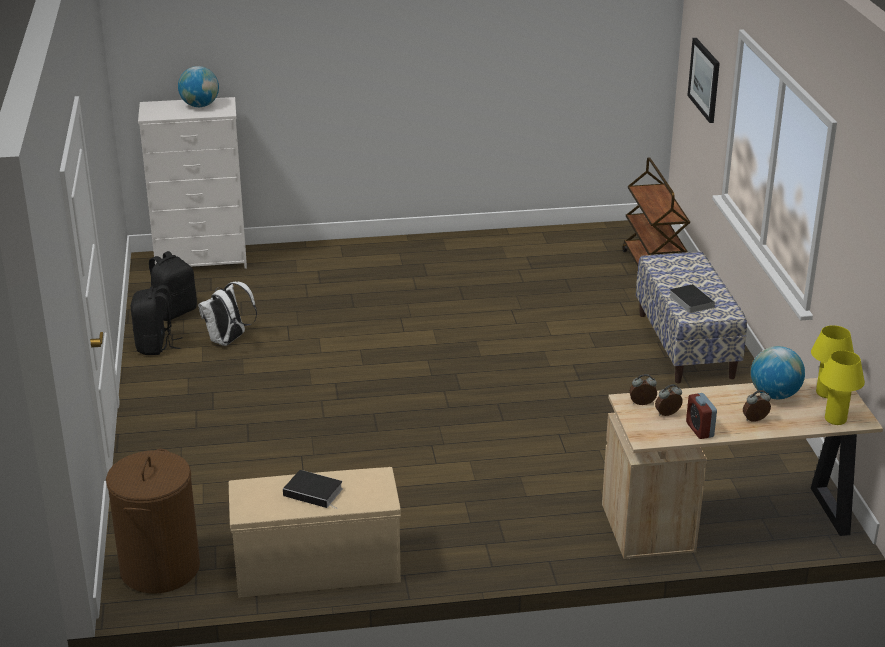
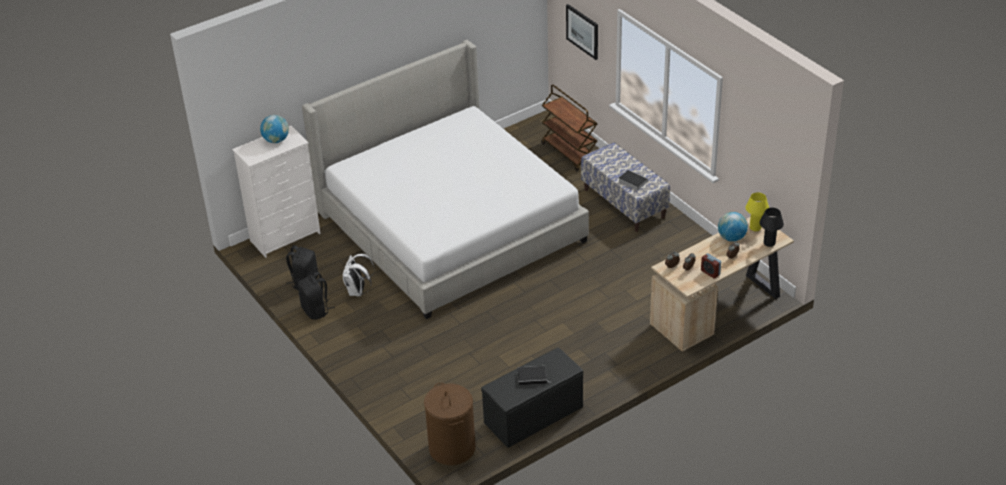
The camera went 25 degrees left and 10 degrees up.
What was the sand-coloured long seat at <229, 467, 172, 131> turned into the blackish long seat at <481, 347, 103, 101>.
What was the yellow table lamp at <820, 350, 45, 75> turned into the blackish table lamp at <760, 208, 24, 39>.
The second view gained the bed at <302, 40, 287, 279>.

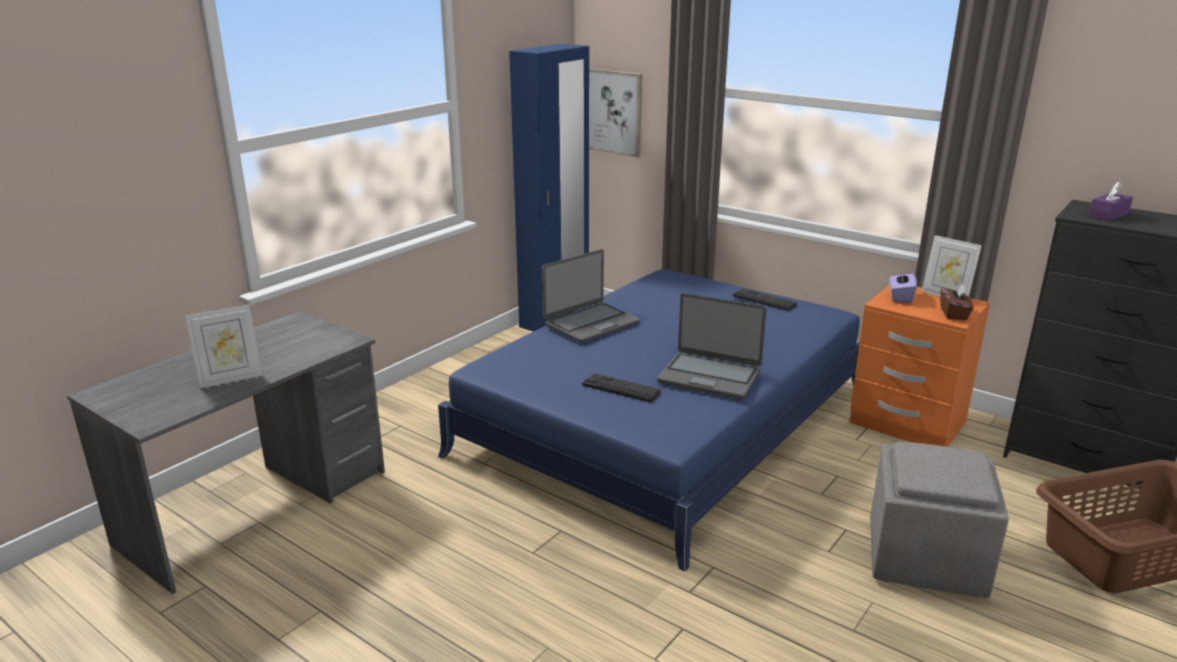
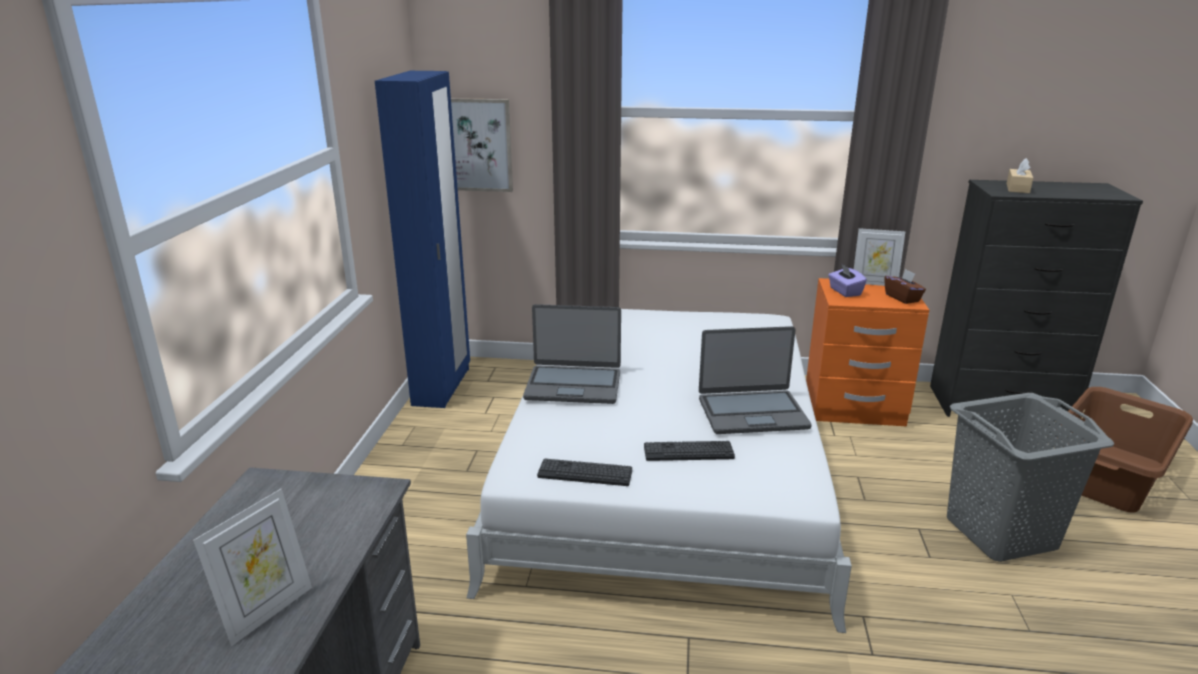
The camera went 30 degrees left and 0 degrees up.
What was the blue bed at <438, 269, 422, 303> turned into the white bed at <466, 309, 386, 324>.
The laptop at <542, 249, 98, 94> ended up facing another way, 75 degrees clockwise from before.
The computer keyboard ended up elsewhere, having gone from <733, 288, 64, 23> to <537, 459, 95, 27>.
Where the gray pouffe stood at <870, 442, 139, 156>, the gray washing basket came to stand at <947, 393, 167, 169>.
What was the purplish box of tissues at <1088, 181, 45, 40> turned into the sand-coloured box of tissues at <1006, 158, 27, 35>.

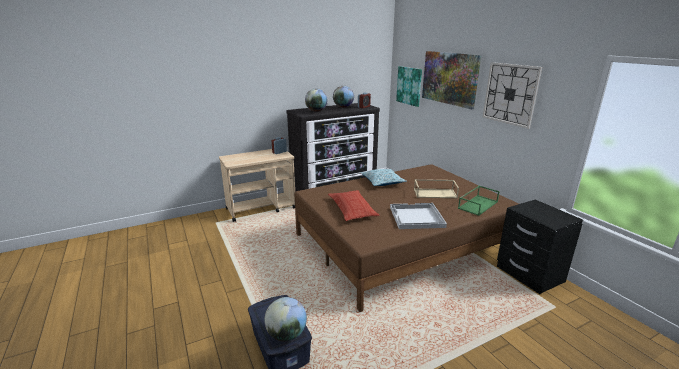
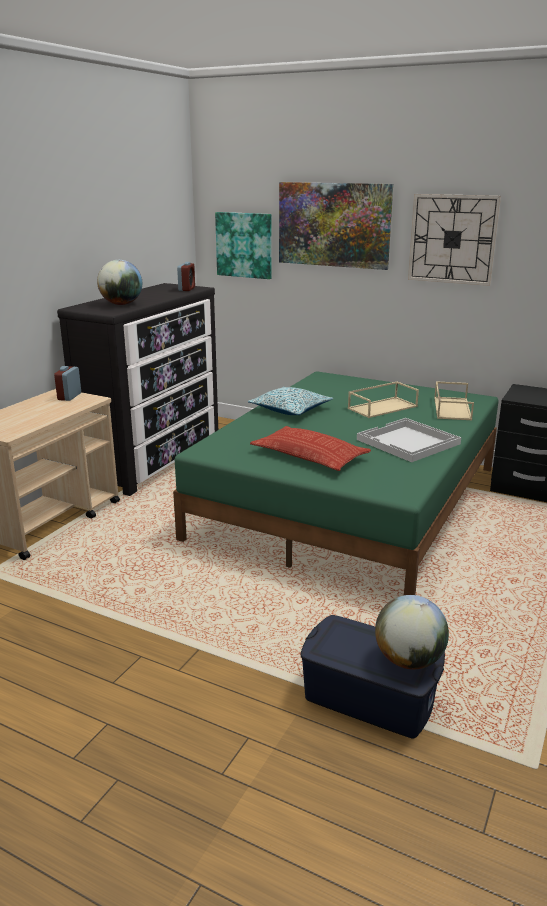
The camera went 35 degrees left and 0 degrees up.
What was the brown bed at <294, 164, 225, 148> turned into the green-coloured bed at <173, 371, 325, 224>.
The second view lost the world globe at <333, 86, 21, 22>.
What was the green-coloured tray at <458, 186, 42, 30> turned into the sand-coloured tray at <434, 381, 40, 40>.

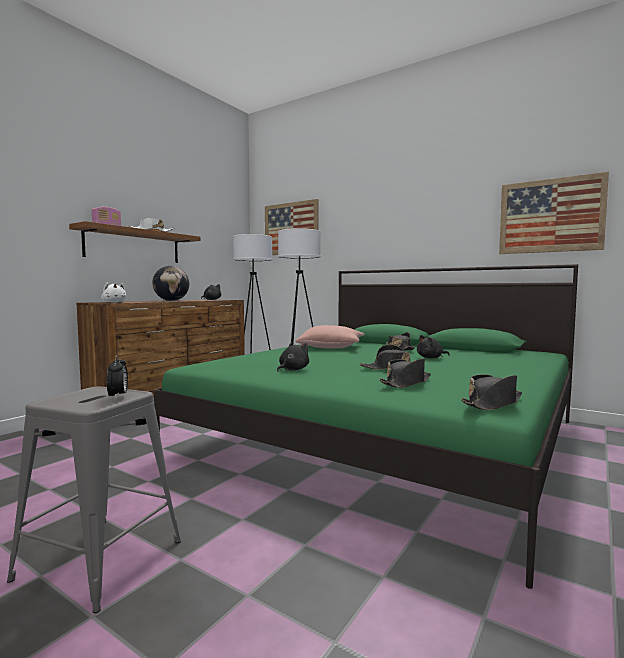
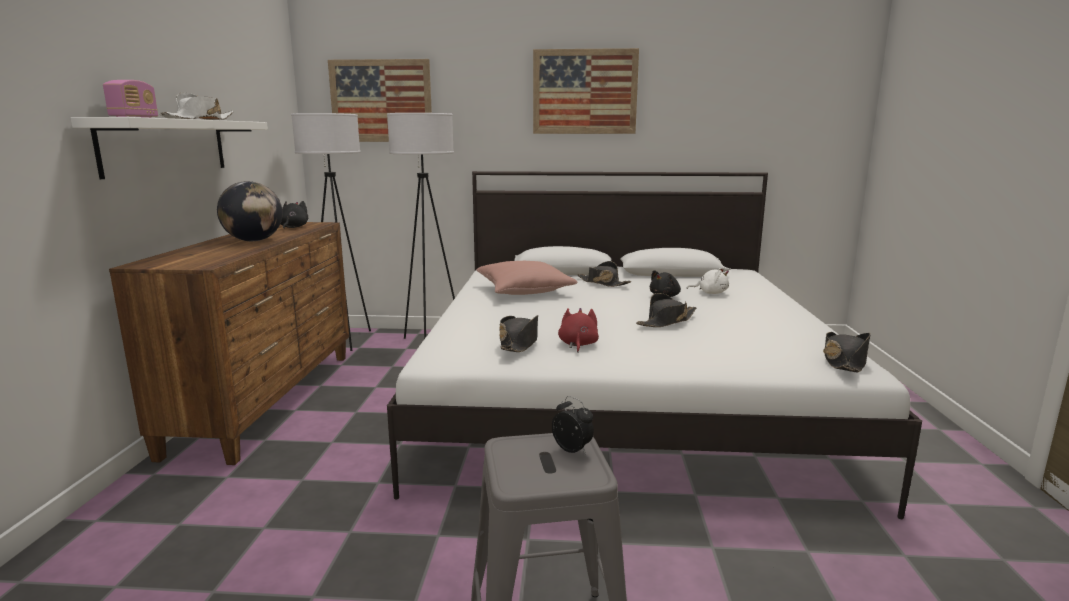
The camera went 30 degrees left and 10 degrees up.
What was the brown wall shelf at <69, 221, 132, 42> turned into the white wall shelf at <71, 117, 197, 62>.
The white plush toy ended up elsewhere, having gone from <101, 282, 25, 21> to <687, 267, 42, 27>.
What was the green-coloured bed at <154, 264, 424, 325> turned into the white bed at <387, 171, 535, 348>.
What was the blackish plush toy at <277, 342, 32, 29> turned into the reddish plush toy at <558, 308, 41, 45>.
The blackish clothing hat ended up elsewhere, having gone from <379, 359, 52, 29> to <499, 315, 39, 37>.
The wall art ended up elsewhere, having gone from <499, 172, 110, 82> to <533, 48, 106, 86>.

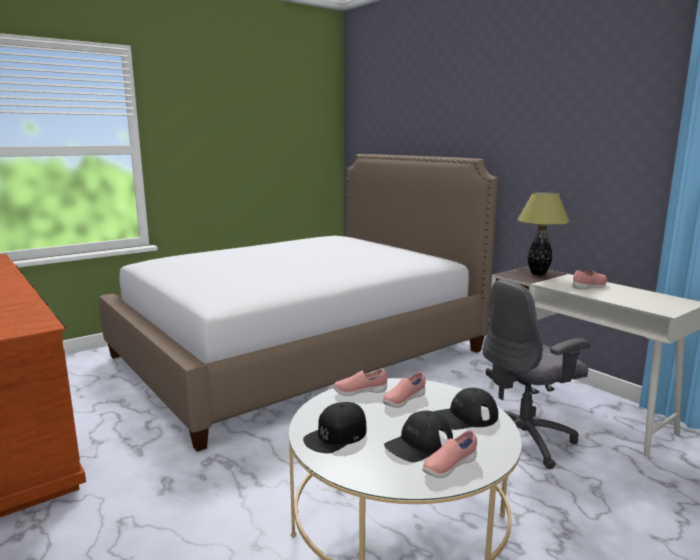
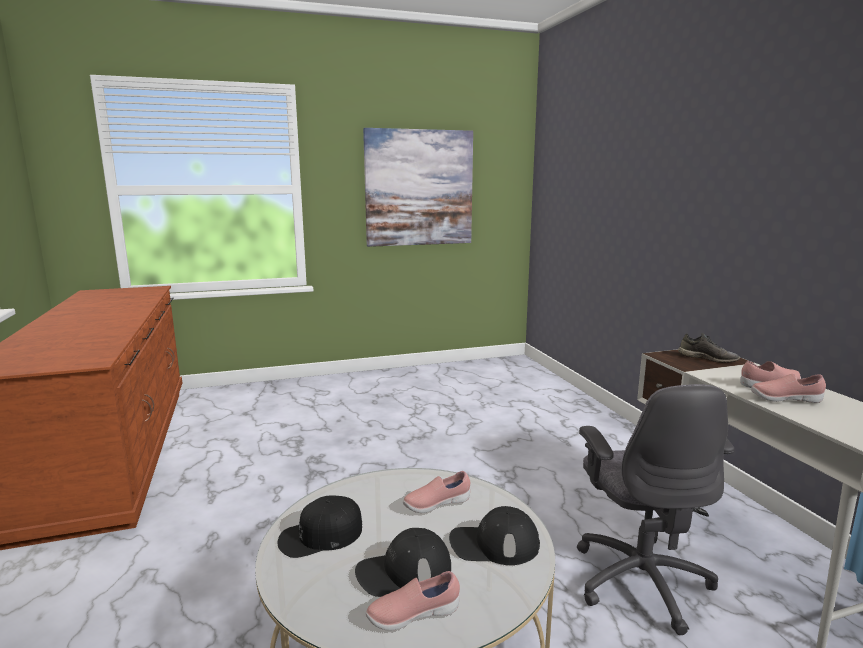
The camera went 20 degrees right and 0 degrees up.
The second view lost the bed at <99, 154, 399, 298>.
The pinkish shoe ended up elsewhere, having gone from <333, 369, 54, 27> to <751, 374, 75, 29>.
The gray computer chair at <482, 279, 109, 190> ended up facing another way, 90 degrees counterclockwise from before.
Where the table lamp stood at <517, 192, 53, 83>, the gray shoe came to stand at <678, 333, 62, 30>.
The second view gained the wall art at <363, 128, 110, 119>.

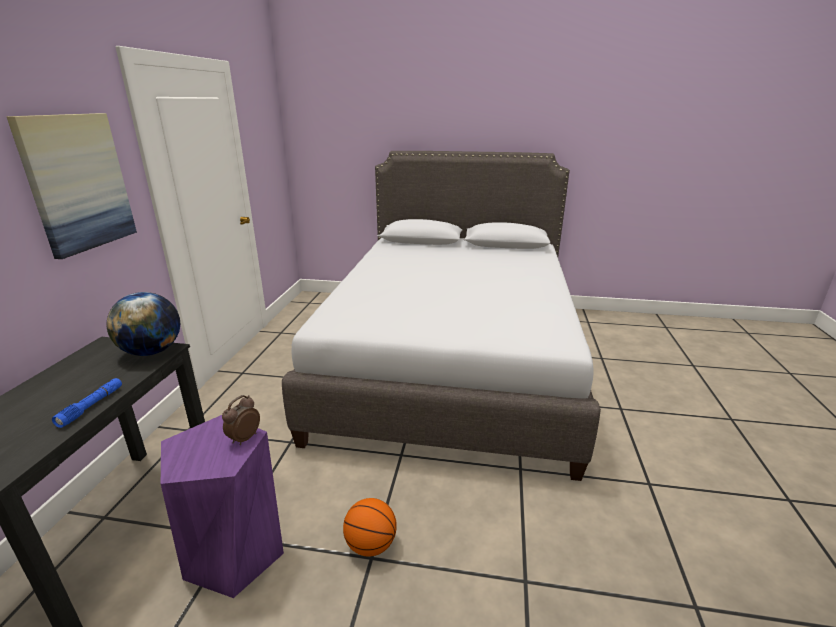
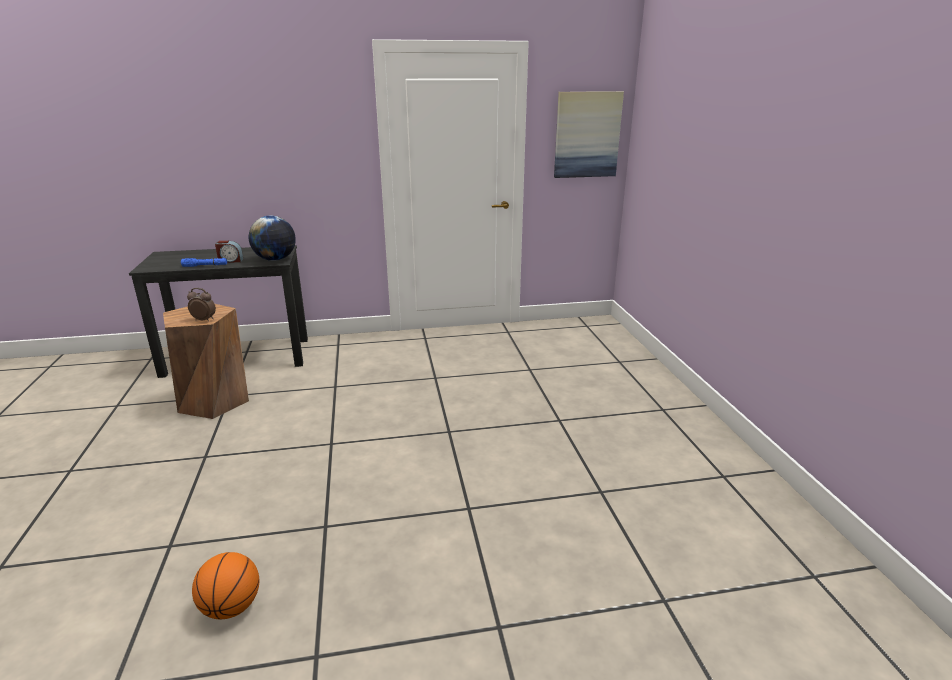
The camera went 70 degrees right and 0 degrees up.
The wall art ended up elsewhere, having gone from <6, 113, 131, 146> to <554, 91, 70, 87>.
What was the purplish stool seat at <161, 415, 123, 183> turned into the brown stool seat at <163, 304, 86, 115>.
The second view lost the gray bed at <282, 151, 319, 330>.
The basketball ball ended up elsewhere, having gone from <343, 498, 54, 59> to <192, 552, 67, 67>.
The second view gained the table clock at <215, 241, 28, 22>.

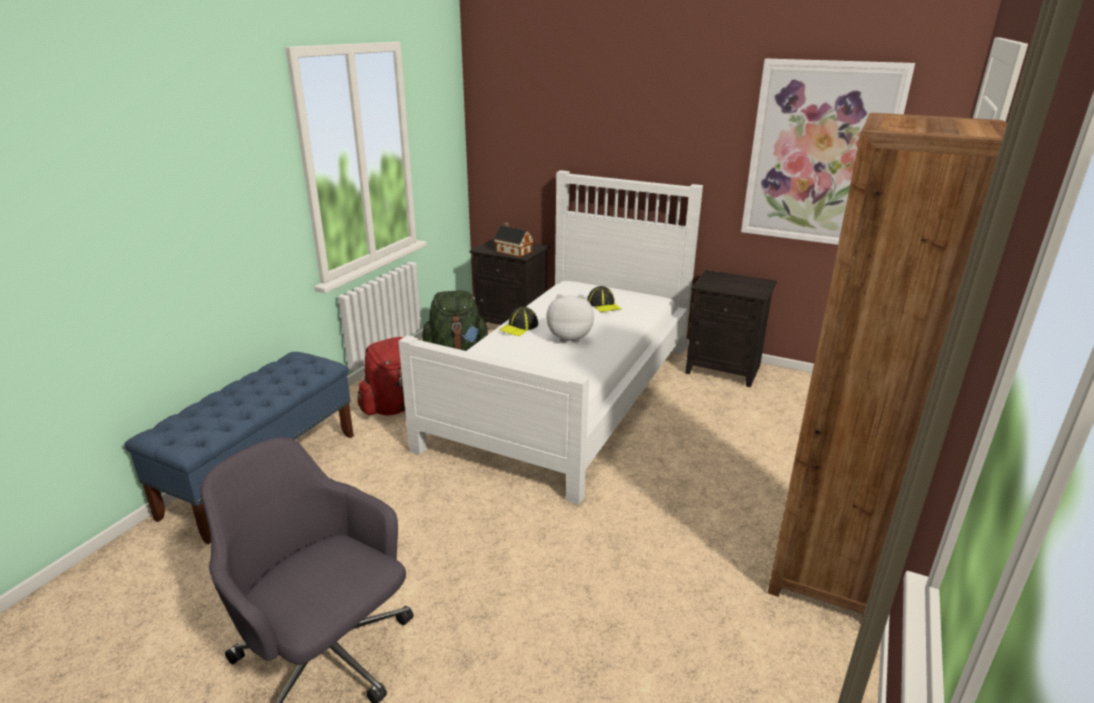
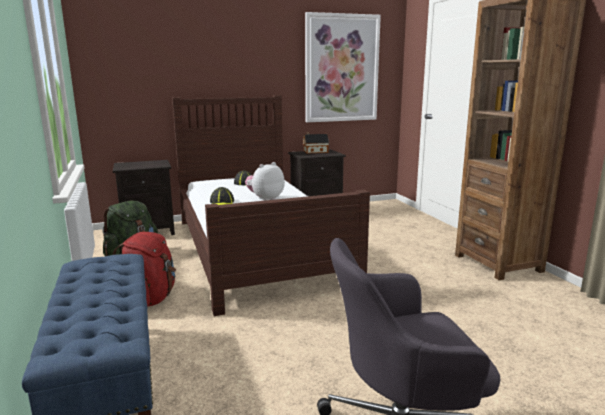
The camera went 45 degrees left and 10 degrees down.
What was the white bed at <398, 170, 305, 335> turned into the brown bed at <172, 95, 198, 221>.
The model house ended up elsewhere, having gone from <493, 223, 41, 34> to <303, 132, 26, 22>.

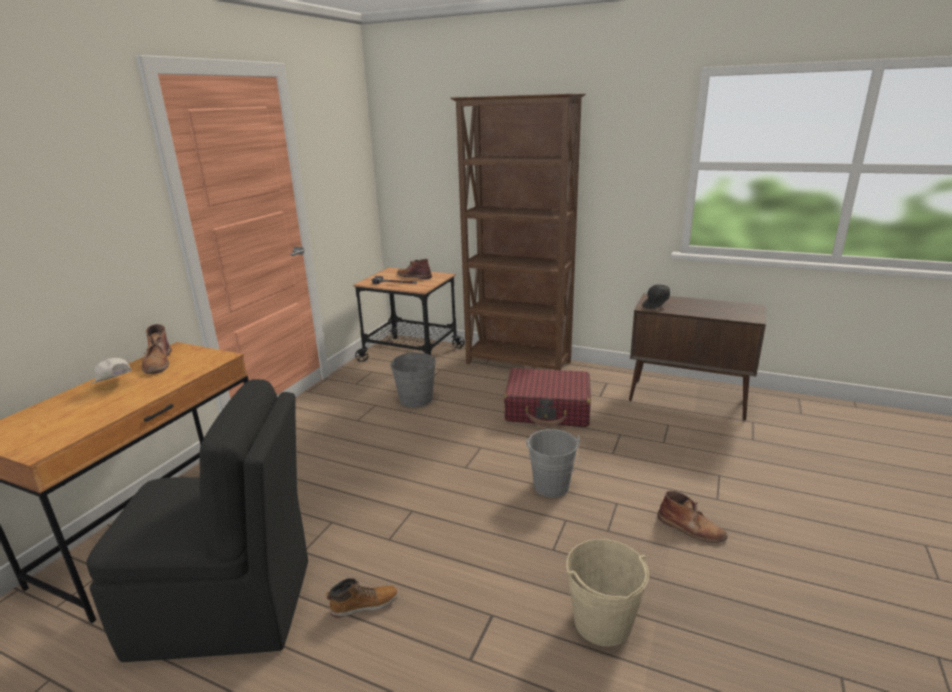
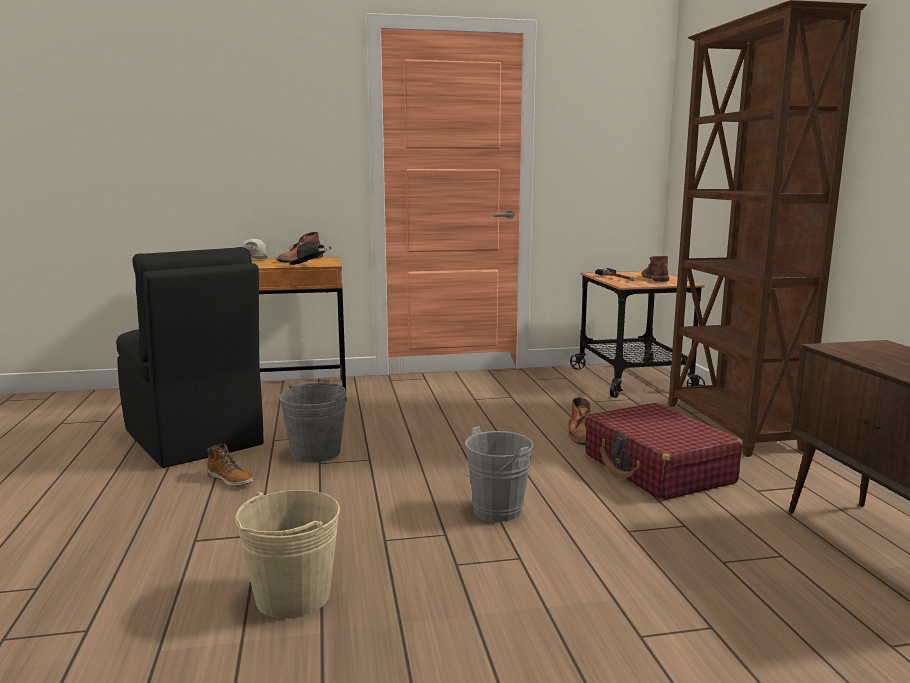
The camera went 55 degrees right and 10 degrees down.
The gray pail ended up elsewhere, having gone from <390, 353, 46, 55> to <279, 383, 68, 79>.
The blackish cap ended up elsewhere, having gone from <642, 284, 28, 25> to <289, 241, 42, 24>.
The brown high-top boot ended up elsewhere, having gone from <657, 491, 71, 52> to <568, 397, 23, 48>.

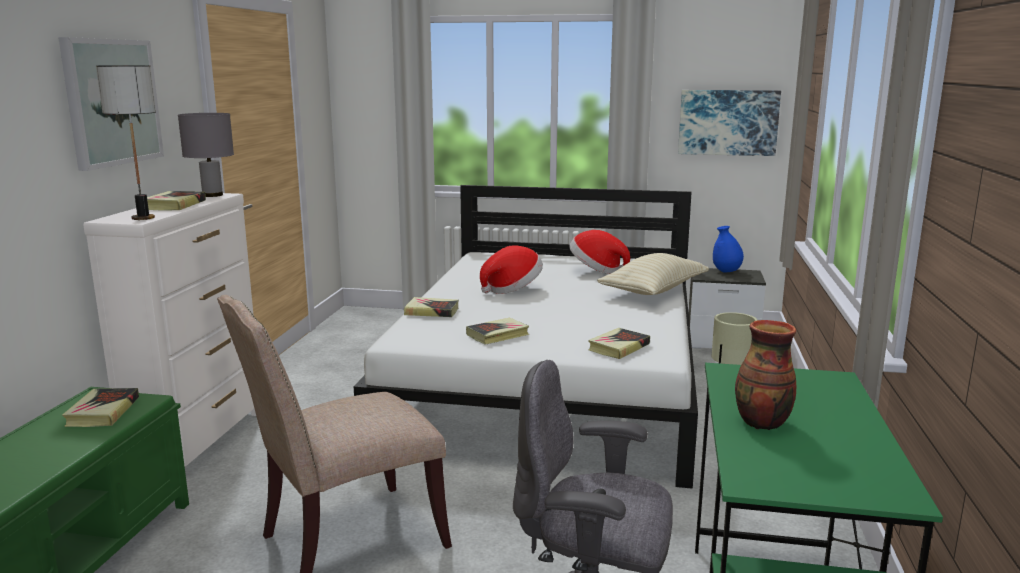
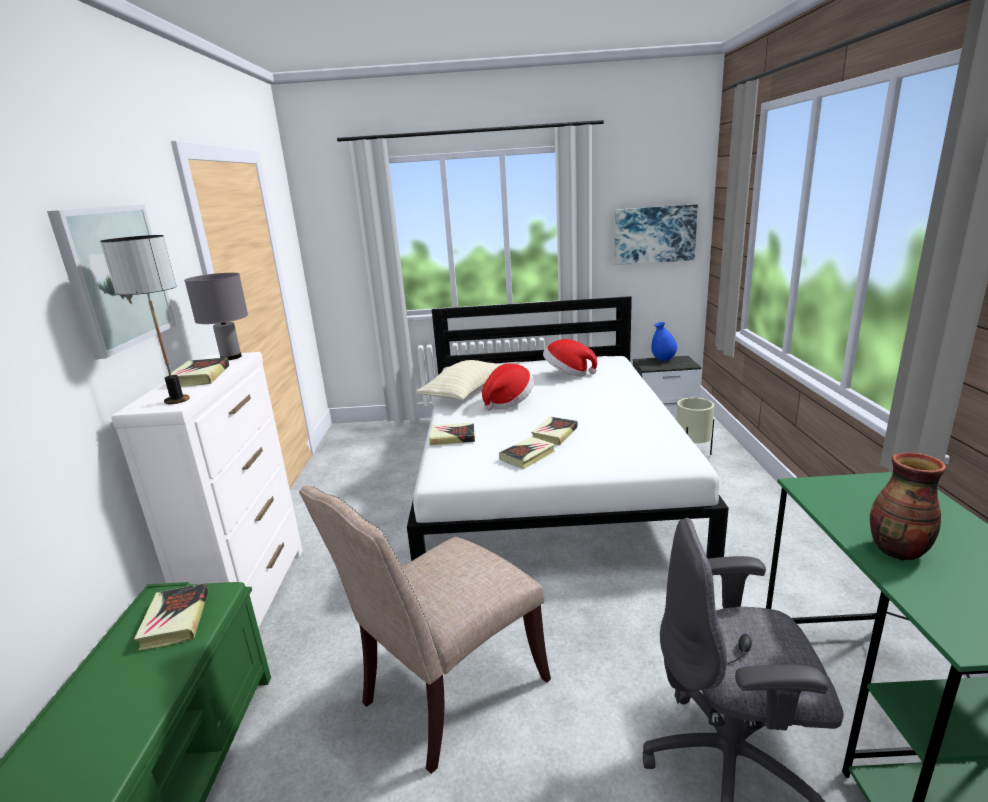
The camera went 10 degrees left and 5 degrees up.
The volume ended up elsewhere, having gone from <588, 328, 62, 31> to <531, 417, 47, 28>.
The sand-coloured cushion ended up elsewhere, having gone from <597, 253, 112, 42> to <416, 360, 86, 40>.

